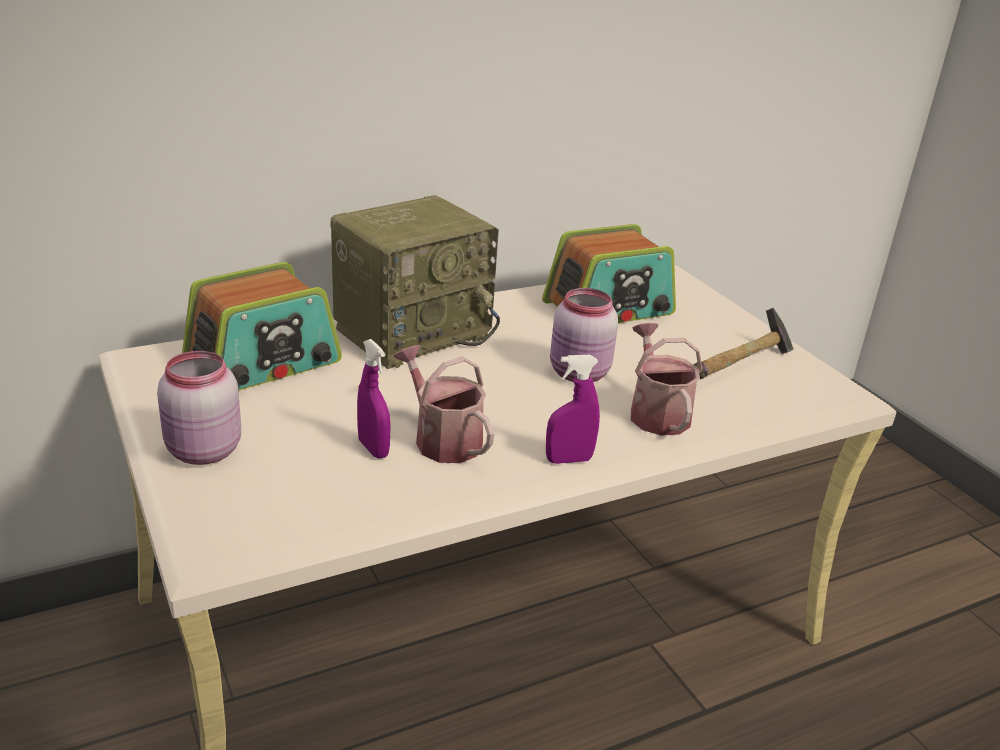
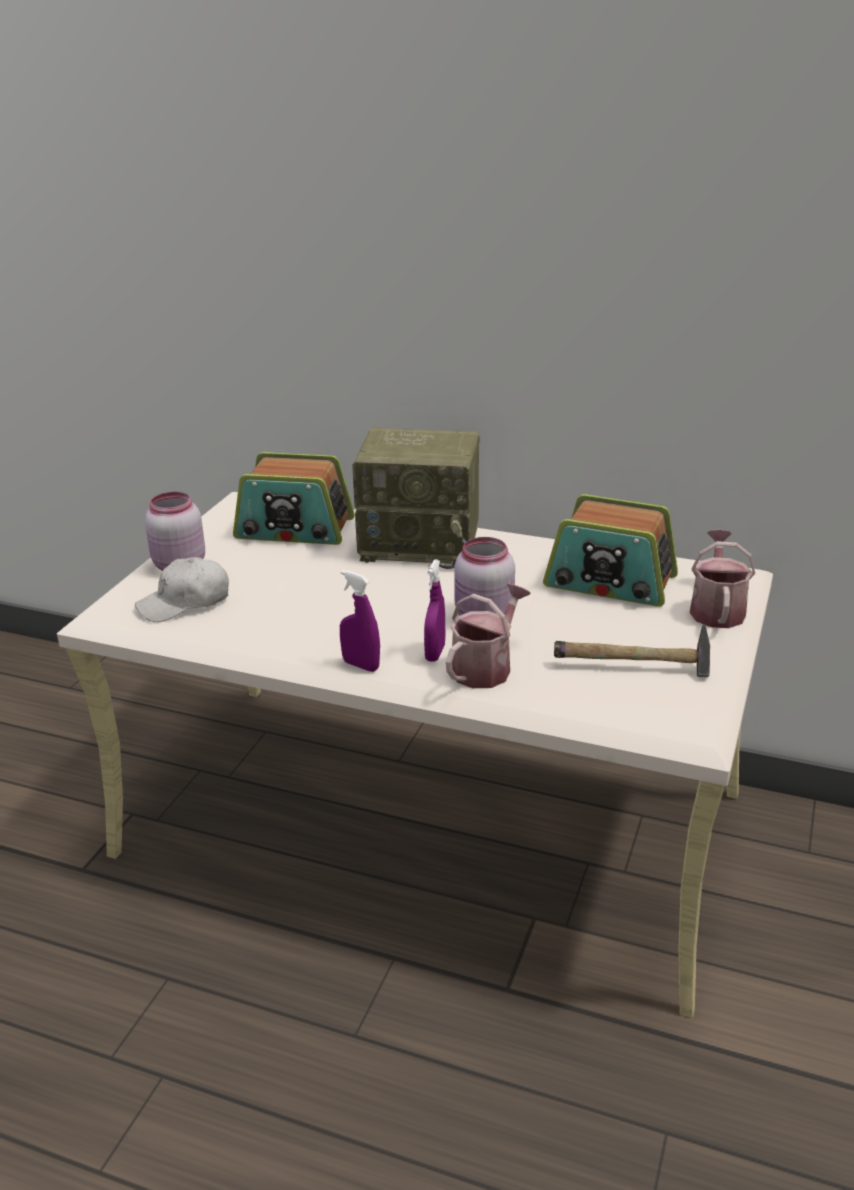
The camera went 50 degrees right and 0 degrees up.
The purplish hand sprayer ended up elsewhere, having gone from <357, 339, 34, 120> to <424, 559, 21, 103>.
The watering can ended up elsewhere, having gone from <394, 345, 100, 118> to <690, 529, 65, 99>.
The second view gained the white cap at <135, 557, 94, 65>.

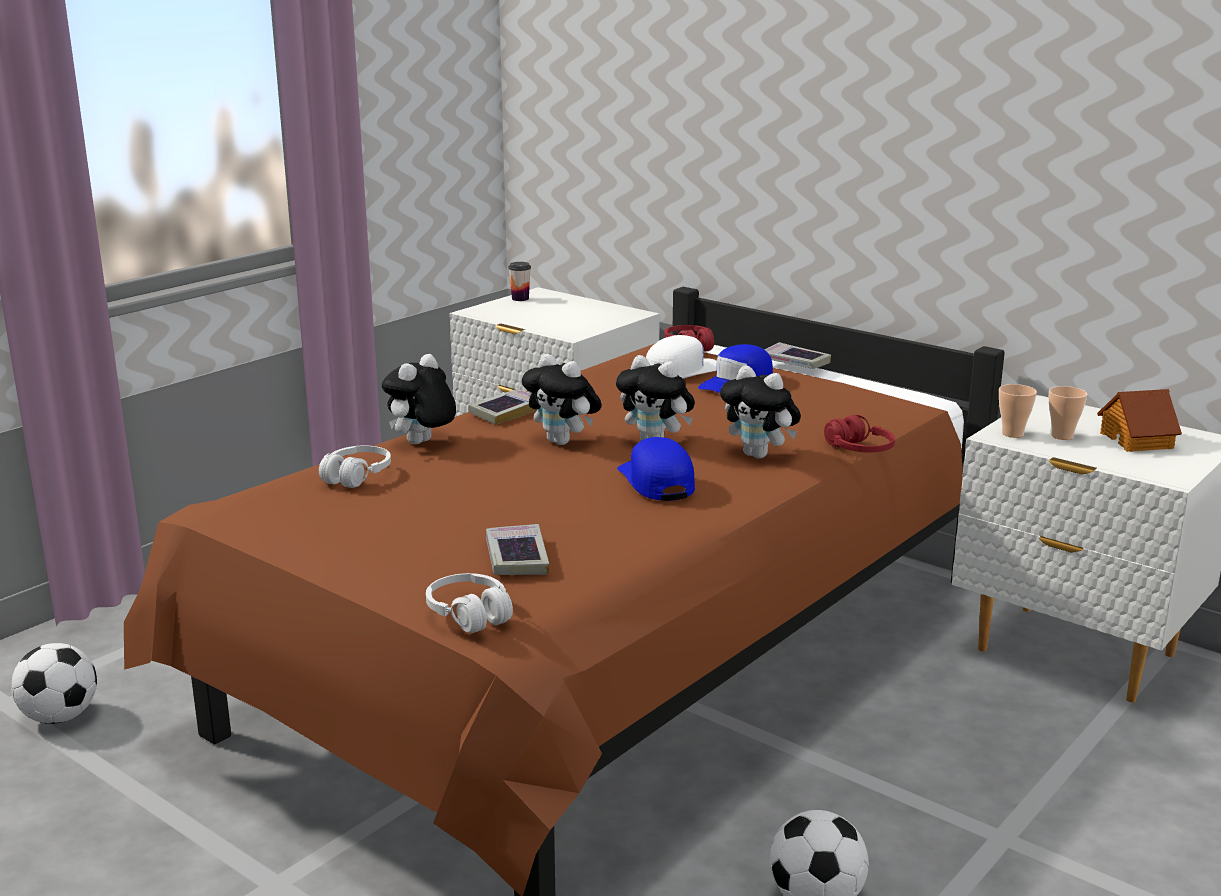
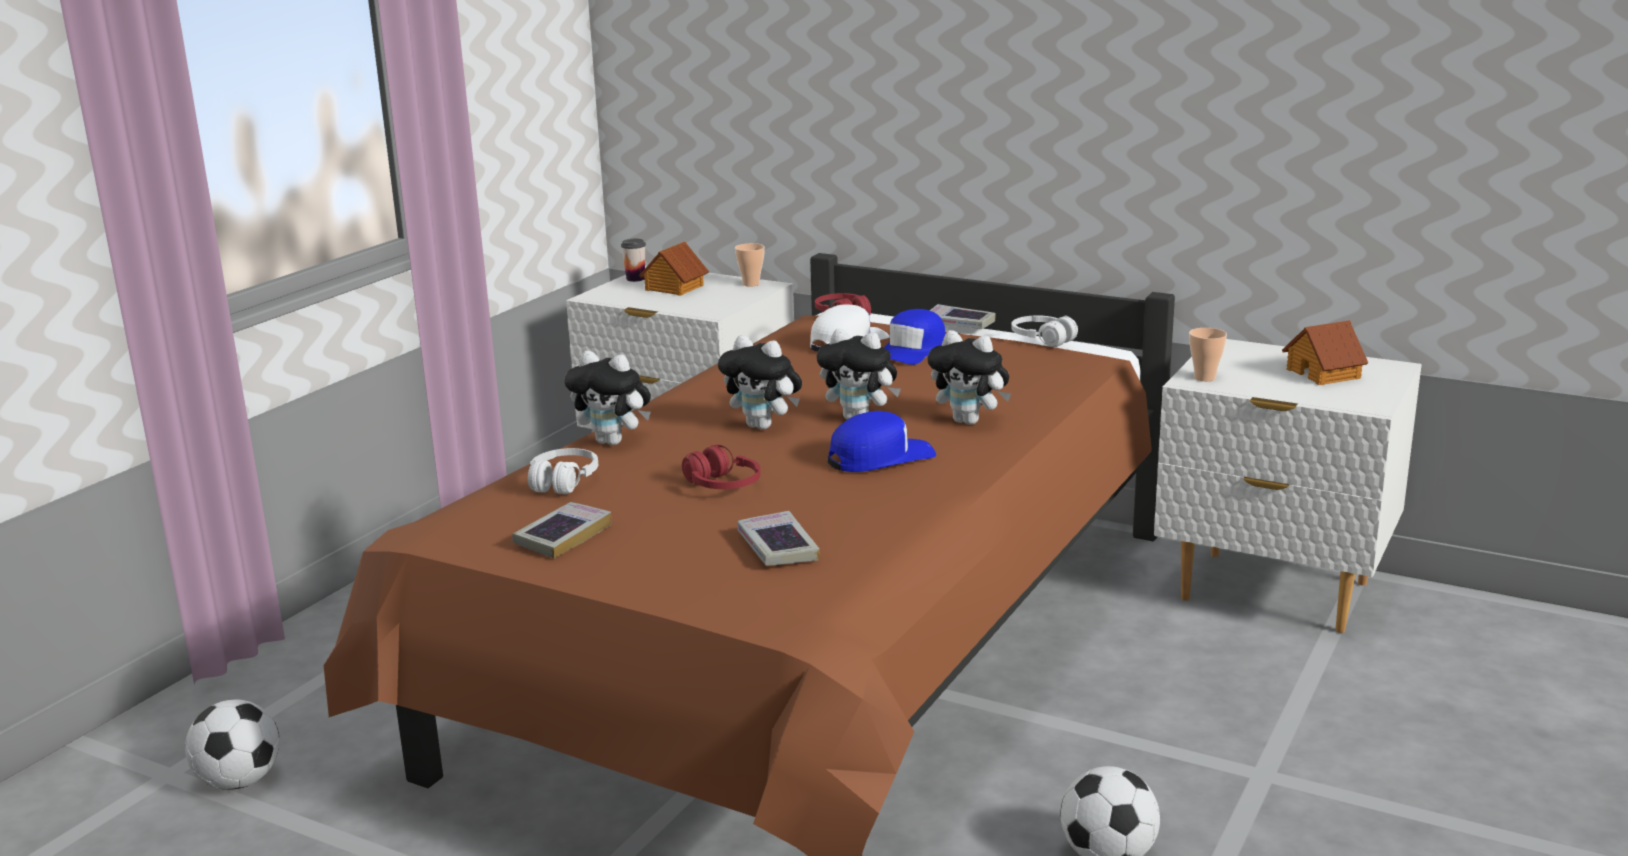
The camera went 10 degrees left and 0 degrees up.
The plush toy at <382, 354, 74, 90> ended up facing another way, 90 degrees counterclockwise from before.
The white headphones ended up elsewhere, having gone from <426, 573, 87, 60> to <1011, 315, 67, 32>.
The volume ended up elsewhere, having gone from <468, 389, 70, 36> to <512, 502, 99, 56>.
The blue cap at <617, 437, 78, 64> ended up facing another way, 90 degrees clockwise from before.
The reddish headphones ended up elsewhere, having gone from <824, 415, 71, 38> to <682, 445, 79, 44>.
The small cup ended up elsewhere, having gone from <1048, 386, 39, 54> to <735, 243, 30, 44>.
The second view gained the model house at <639, 242, 70, 54>.

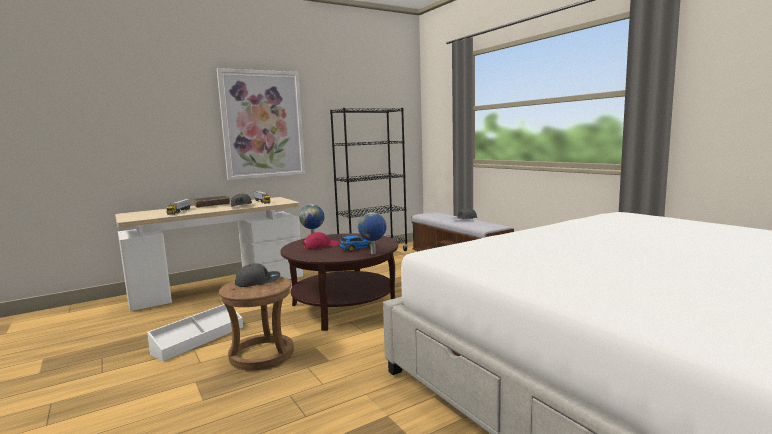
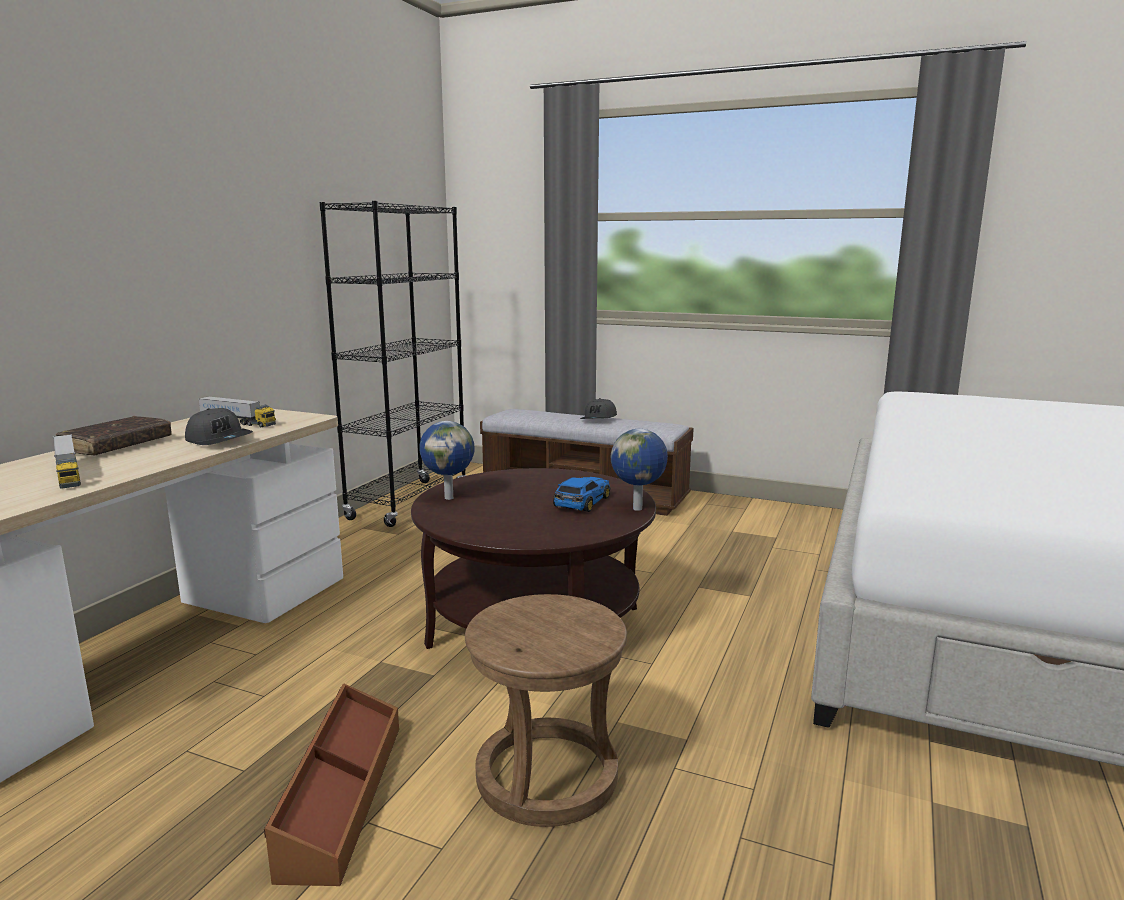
The camera went 35 degrees left and 5 degrees up.
What was the white storage container at <147, 304, 96, 57> turned into the brown storage container at <264, 683, 135, 203>.
The second view lost the wall art at <217, 68, 88, 112>.
The second view lost the gray cap at <235, 263, 45, 24>.
The second view lost the reddish cap at <303, 232, 36, 17>.

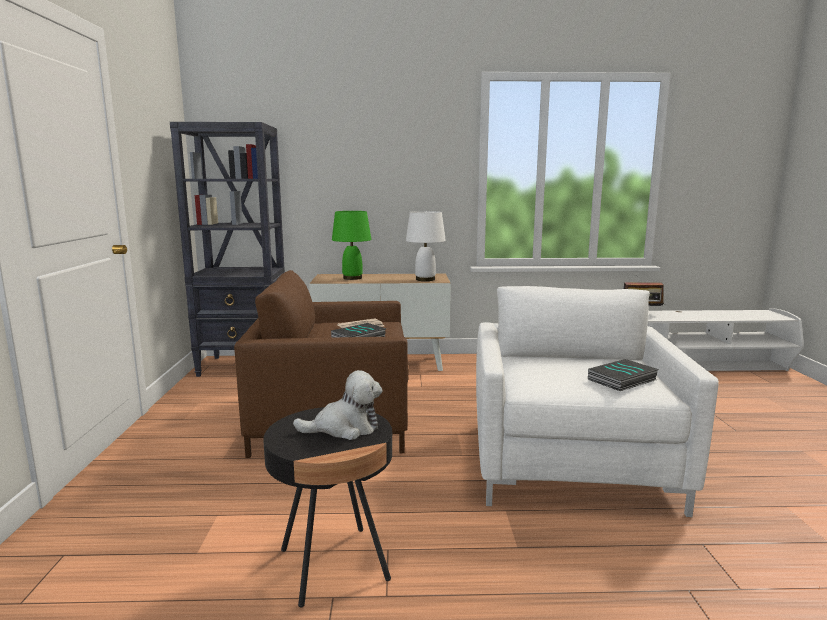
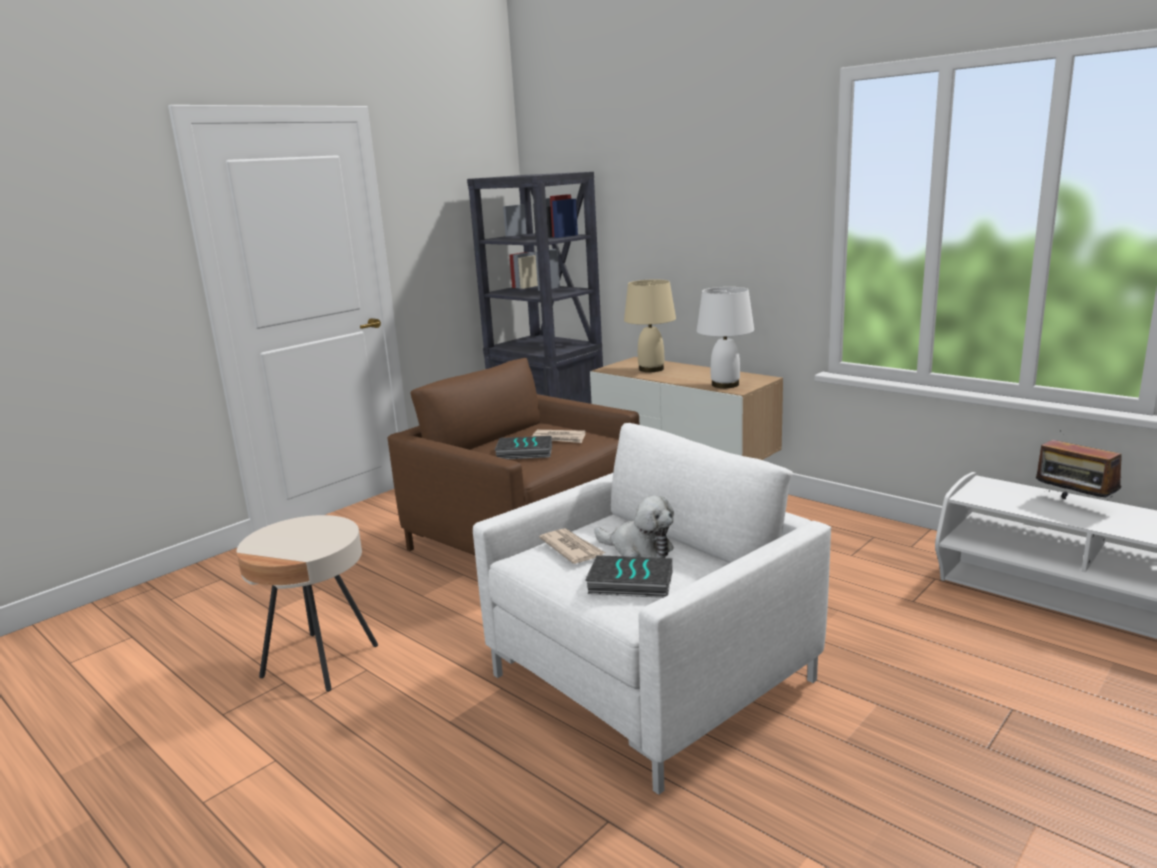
The camera went 45 degrees right and 5 degrees up.
What was the blackish end table at <263, 407, 129, 200> turned into the sand-coloured end table at <236, 515, 142, 177>.
The plush toy ended up elsewhere, having gone from <293, 370, 90, 70> to <594, 495, 80, 63>.
What was the green-coloured table lamp at <332, 211, 39, 69> turned into the sand-coloured table lamp at <624, 279, 52, 93>.
The second view gained the daily paper at <539, 528, 66, 36>.

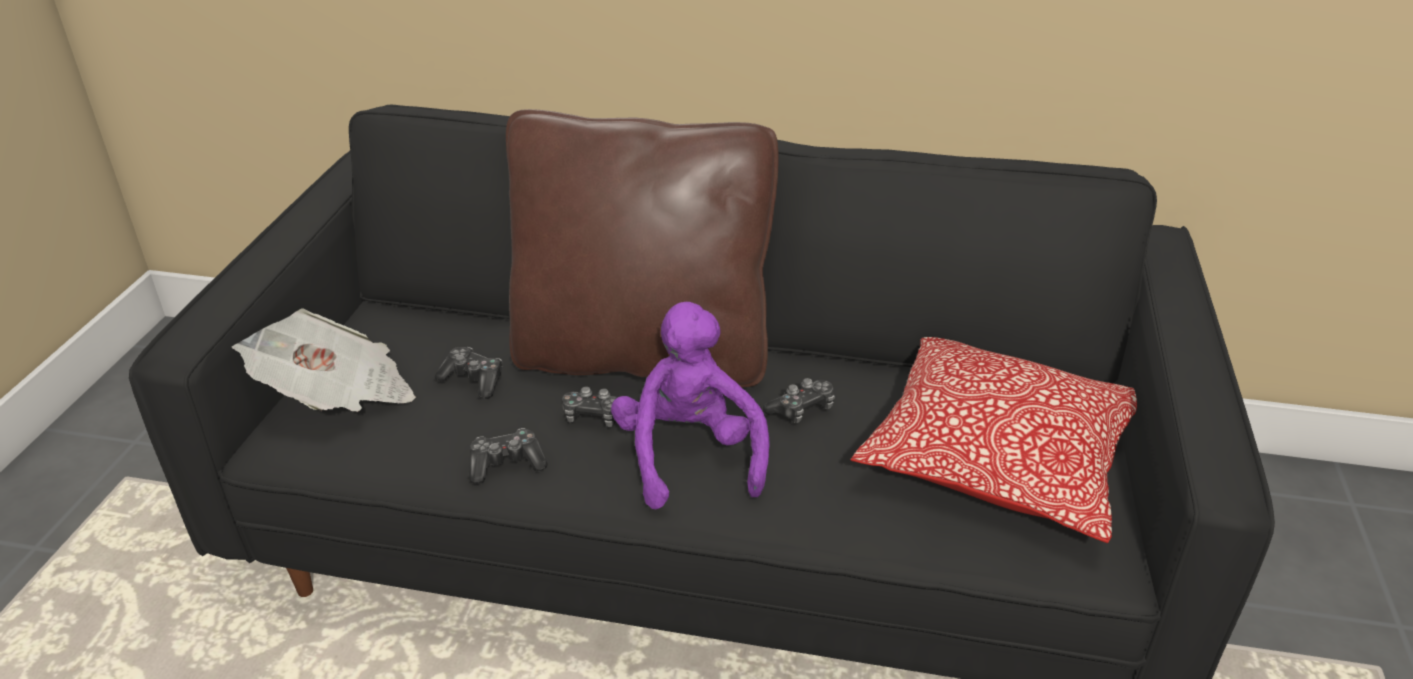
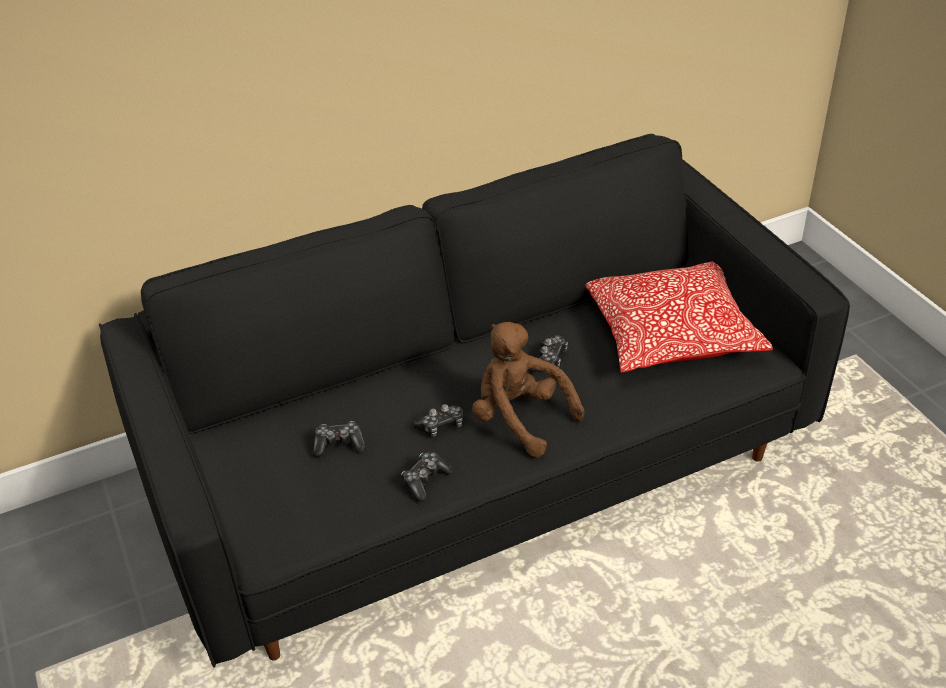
The camera went 35 degrees left and 5 degrees up.
The second view lost the daily paper at <232, 308, 184, 104>.
The second view lost the brown cushion at <506, 109, 273, 279>.
What was the purplish plush toy at <611, 302, 158, 207> turned into the brown plush toy at <472, 322, 113, 135>.

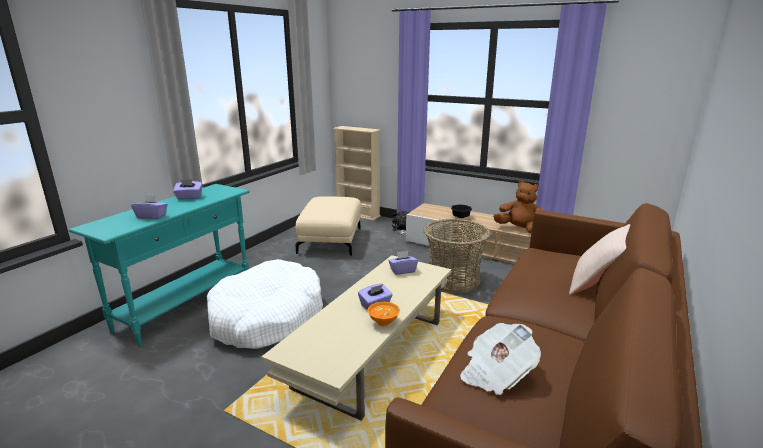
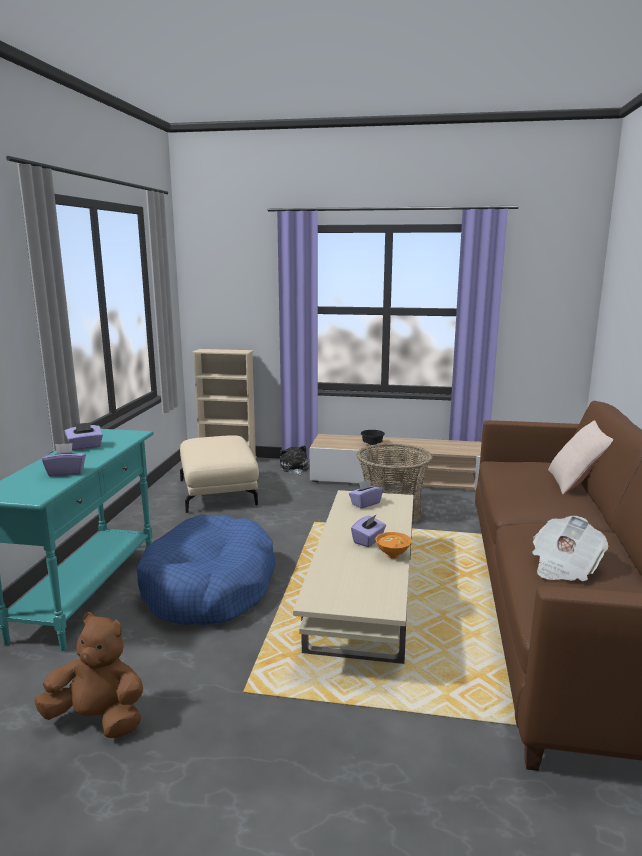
The camera went 20 degrees left and 5 degrees down.
What was the white dog cushion at <207, 259, 116, 90> turned into the blue dog cushion at <137, 514, 139, 111>.
The brown plush toy ended up elsewhere, having gone from <493, 181, 51, 52> to <34, 612, 109, 126>.

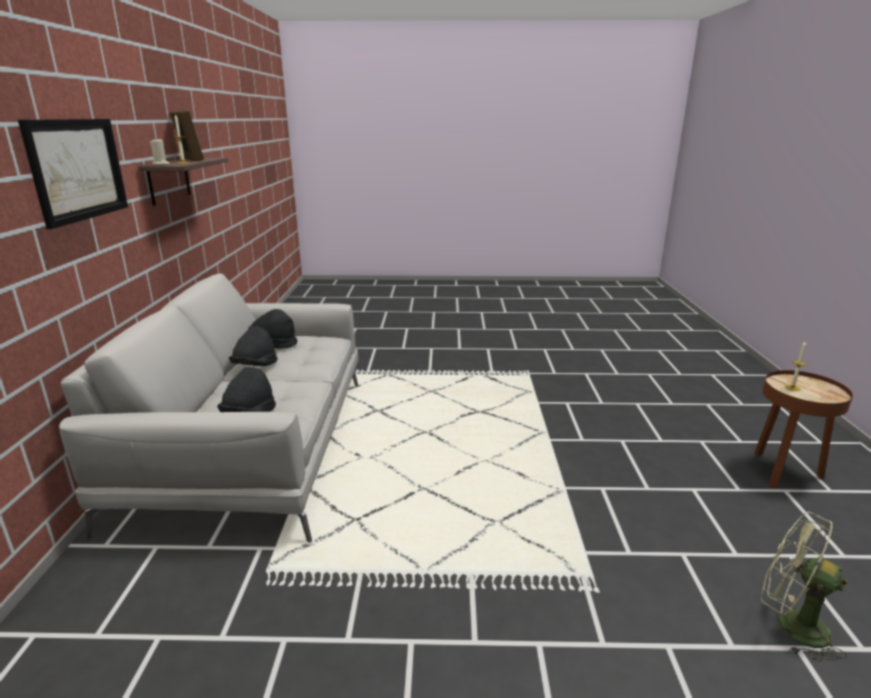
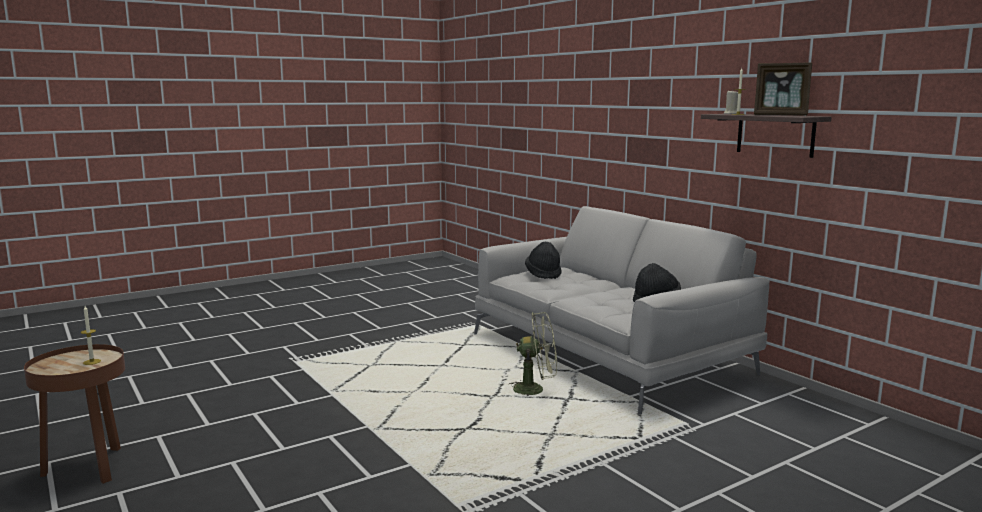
The camera went 145 degrees right and 10 degrees down.
The second view lost the wall art at <18, 119, 110, 110>.
The second view lost the blackish clothing hat at <229, 326, 49, 40>.
The green-coloured cooling fan ended up elsewhere, having gone from <761, 512, 86, 150> to <509, 312, 48, 84>.

